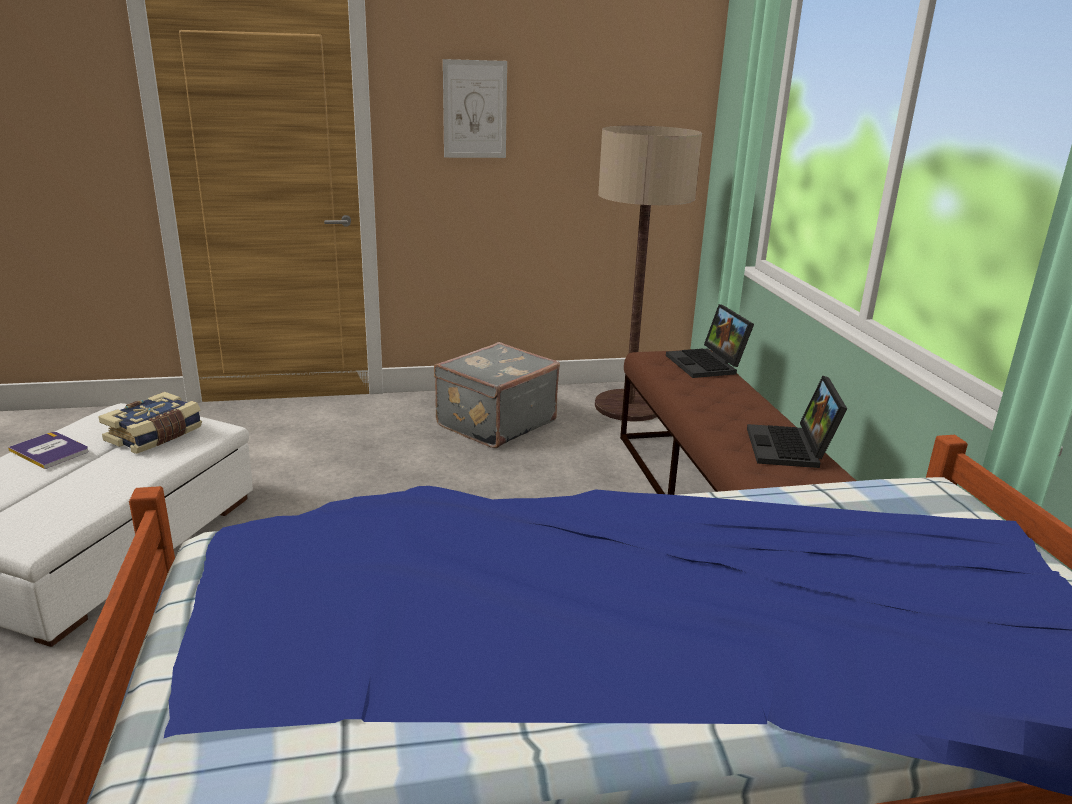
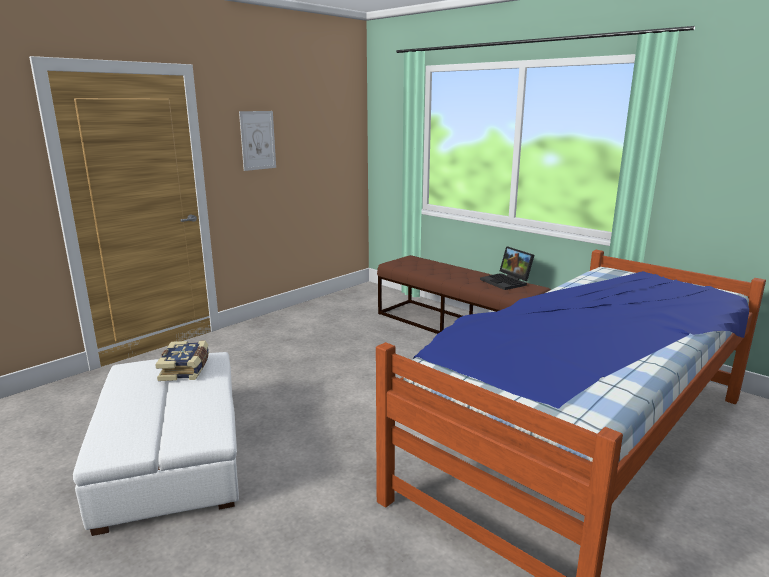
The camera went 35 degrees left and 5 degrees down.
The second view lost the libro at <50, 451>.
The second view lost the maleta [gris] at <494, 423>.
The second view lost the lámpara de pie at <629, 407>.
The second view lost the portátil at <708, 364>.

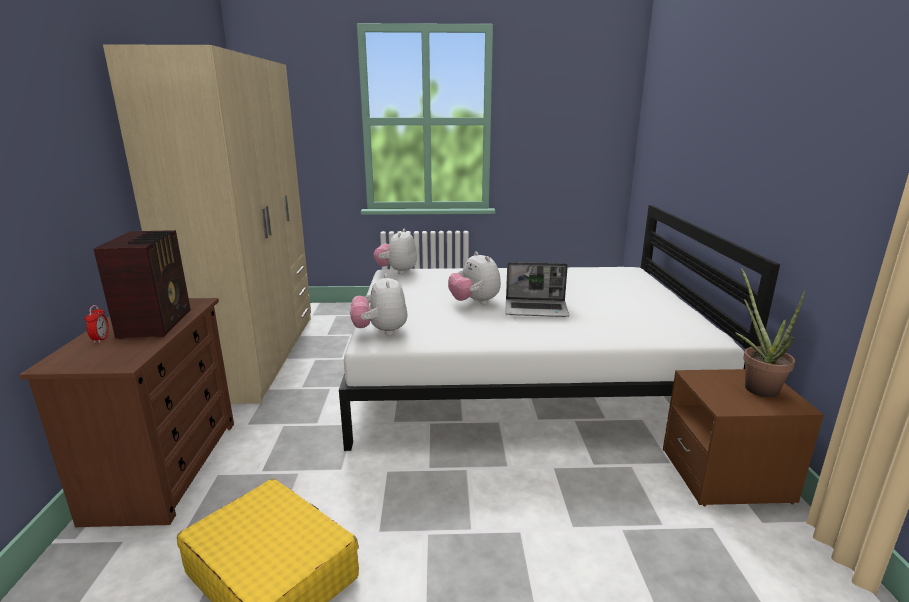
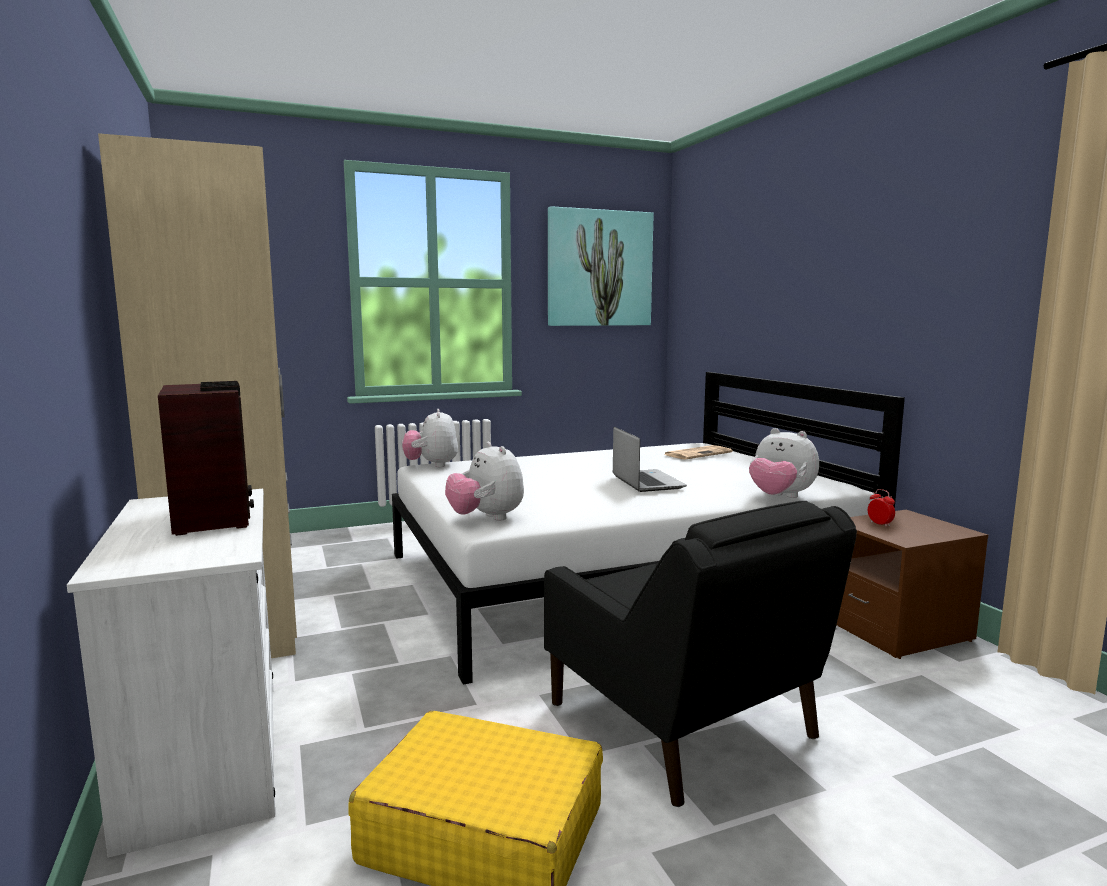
The camera went 20 degrees left and 10 degrees down.
The second view lost the planta en maceta at <755, 386>.
The second view gained the sillón [negro] at <682, 724>.
The second view gained the cuadro at <599, 268>.
The second view gained the periódico at <698, 453>.
The despertador ended up elsewhere, having gone from <101, 339> to <879, 524>.
The peluche ended up elsewhere, having gone from <474, 302> to <780, 497>.
What was the cómoda [marrón] at <166, 467> turned into the cómoda [blanco] at <206, 753>.
The portátil at <537, 309> ended up facing another way, 90 degrees counterclockwise from before.

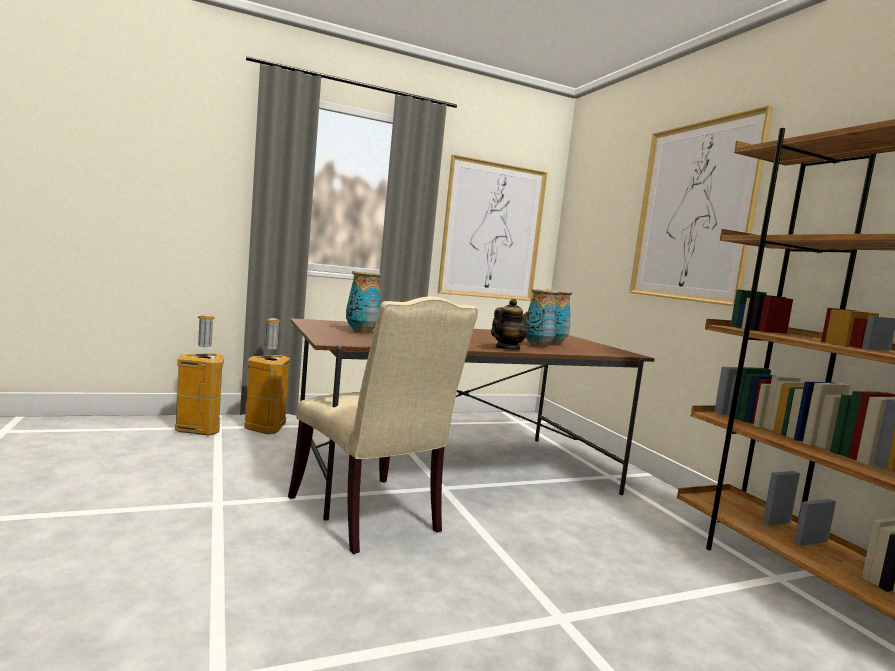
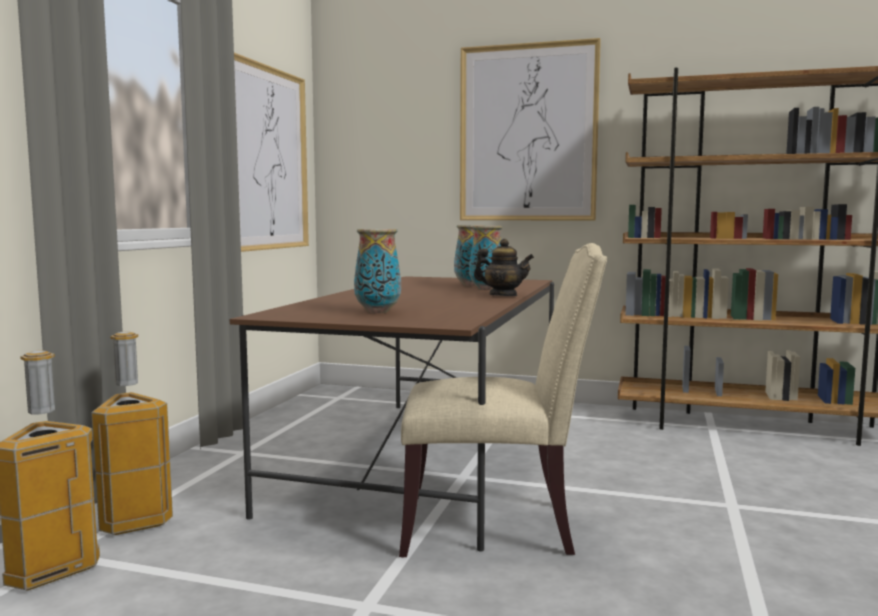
The camera went 50 degrees left and 0 degrees up.
The tetera at <507, 349> ended up facing another way, 120 degrees clockwise from before.

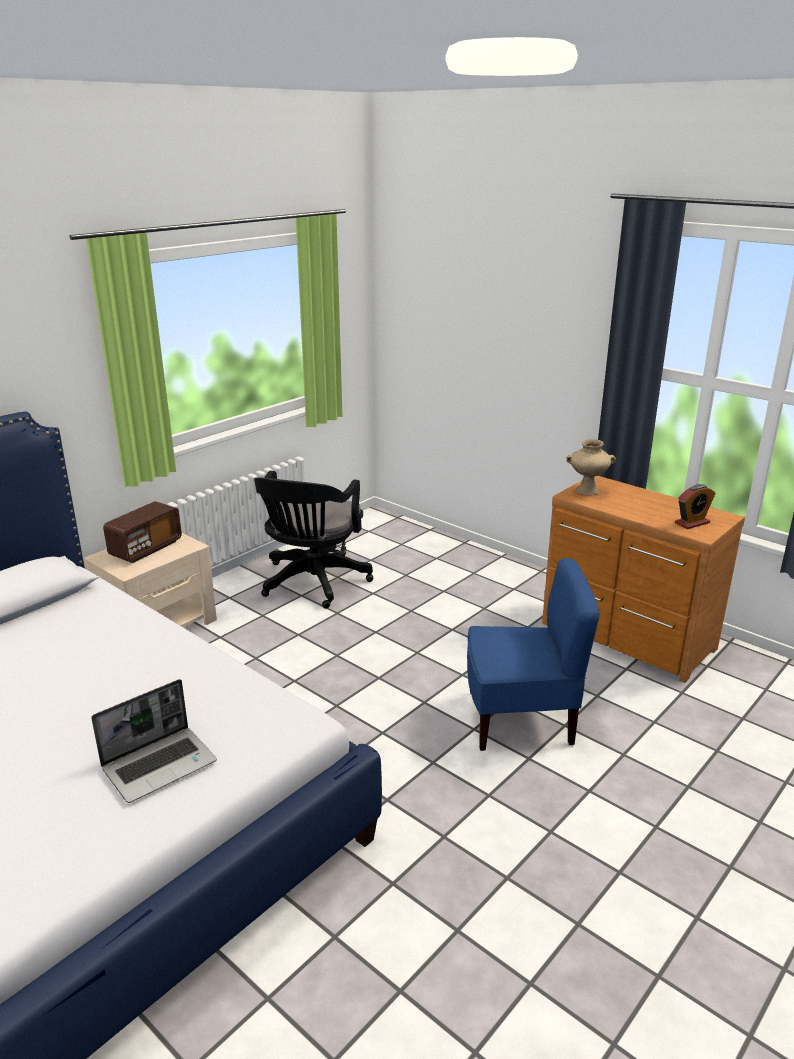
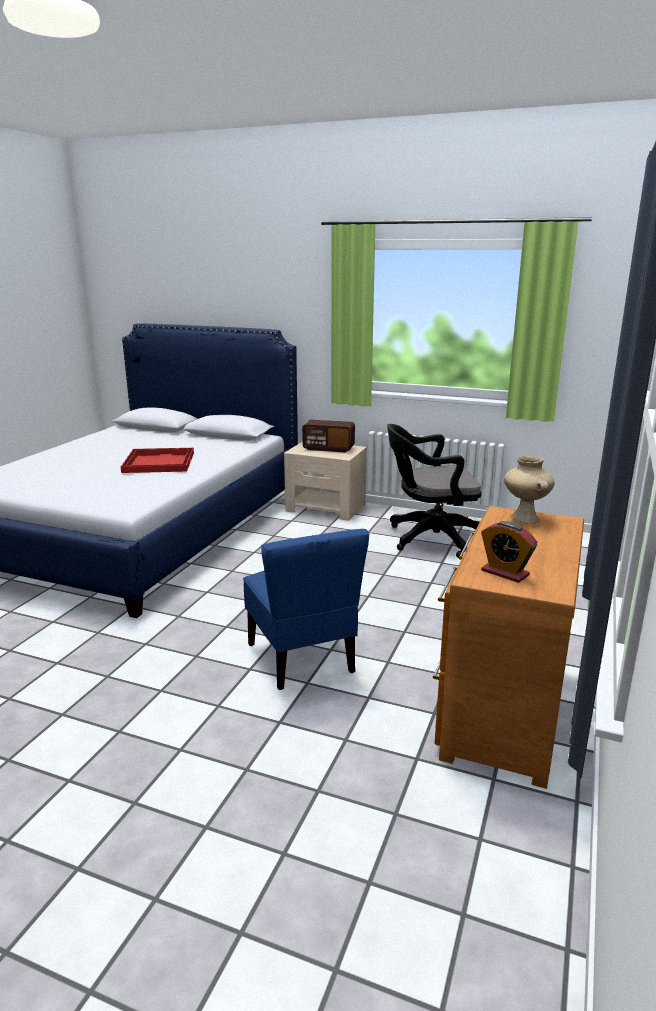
The camera went 70 degrees right and 5 degrees down.
The second view lost the portátil at <160, 764>.
The second view gained the bandeja [rojo] at <158, 462>.

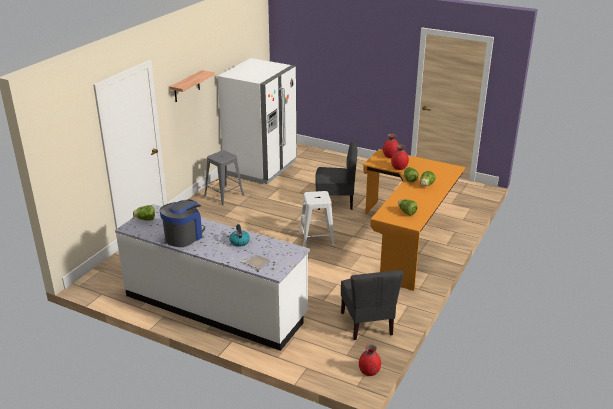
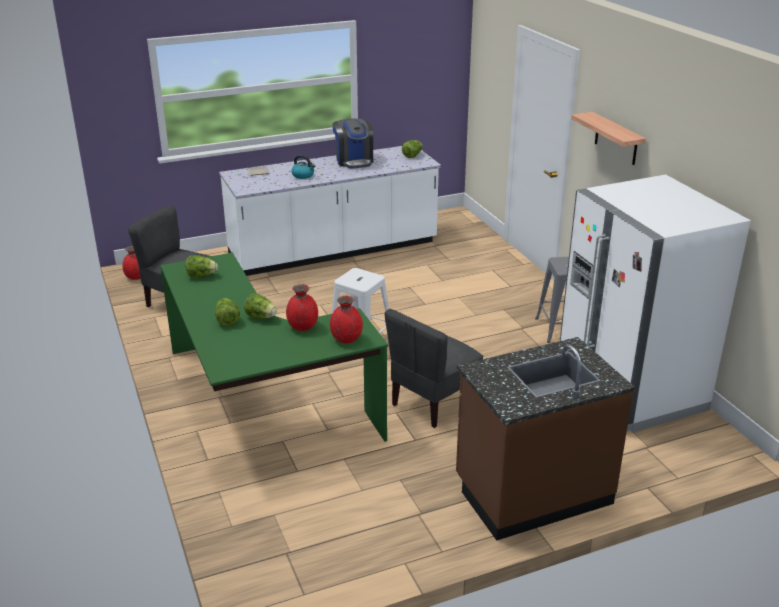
The camera went 130 degrees right and 0 degrees up.
The second view gained the mueble bajo de cocina [marrón] at <532, 492>.
What was the escritorio [naranja] at <408, 239> turned into the escritorio [verde] at <257, 408>.

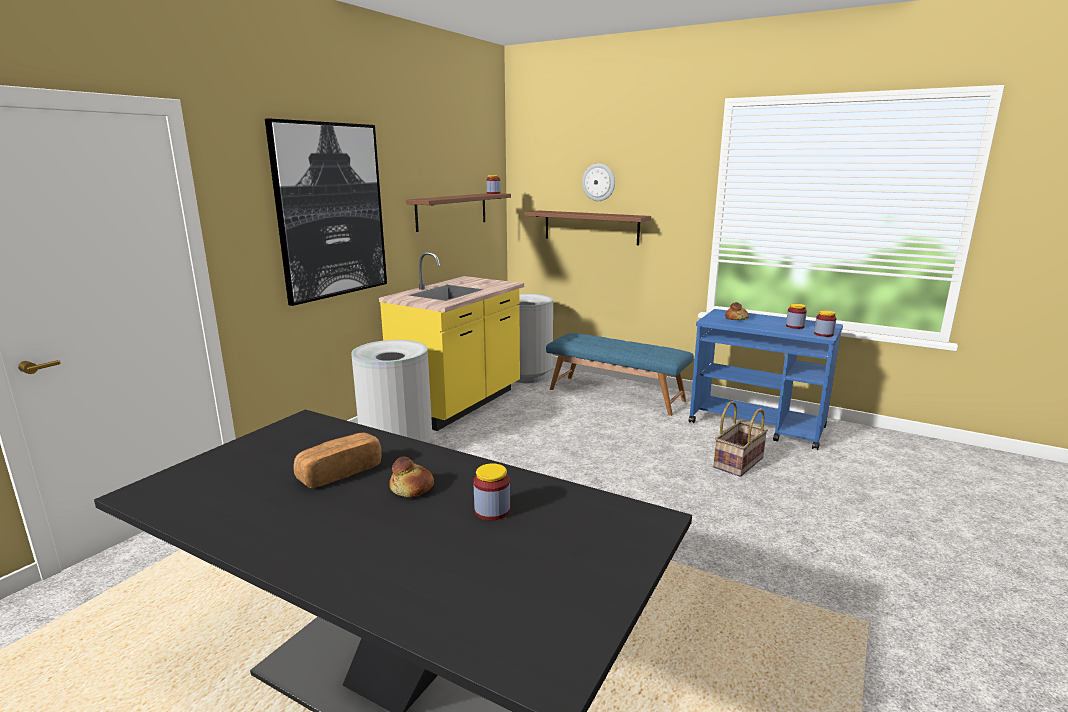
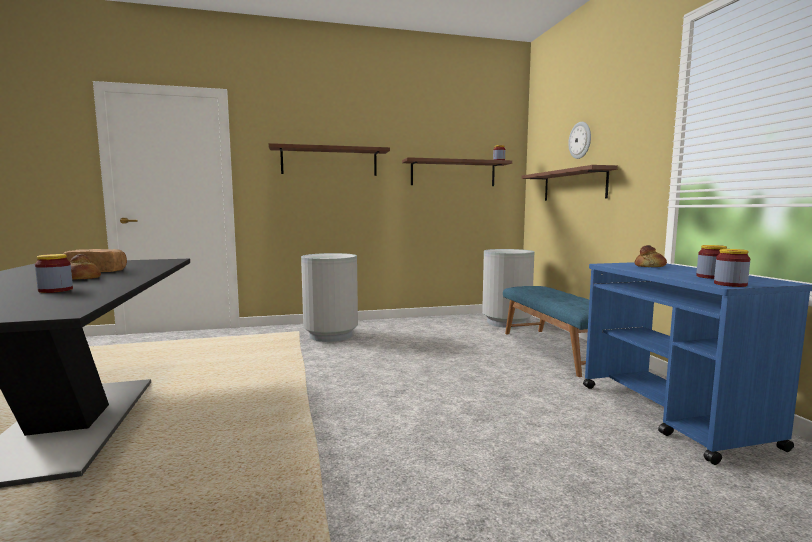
The camera went 45 degrees right and 10 degrees down.
The second view lost the mueble bajo de cocina [amarillo] at <460, 404>.
The second view lost the cesta at <737, 462>.
Where the cuadro hung at <331, 211>, the estante [marrón] came to hang at <329, 161>.

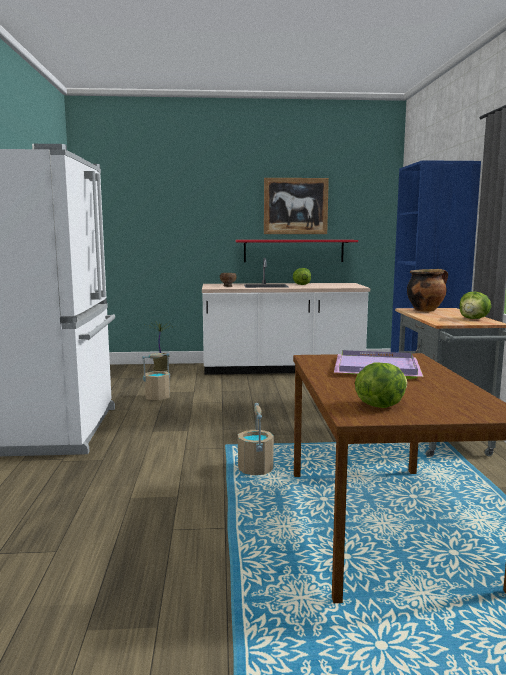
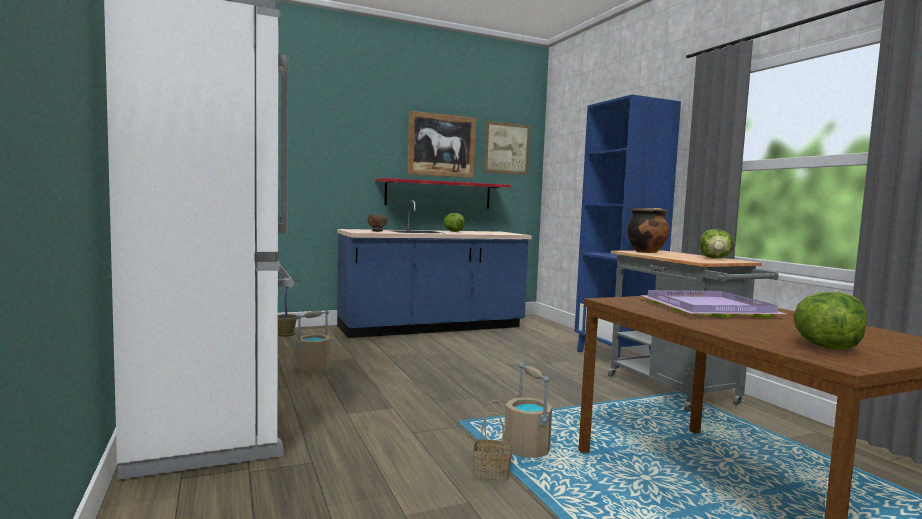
The camera went 20 degrees left and 5 degrees down.
The second view gained the cesta at <493, 472>.
The second view gained the cuadro at <507, 148>.
What was the mueble bajo de cocina [blanco] at <282, 369> turned into the mueble bajo de cocina [azul] at <432, 328>.

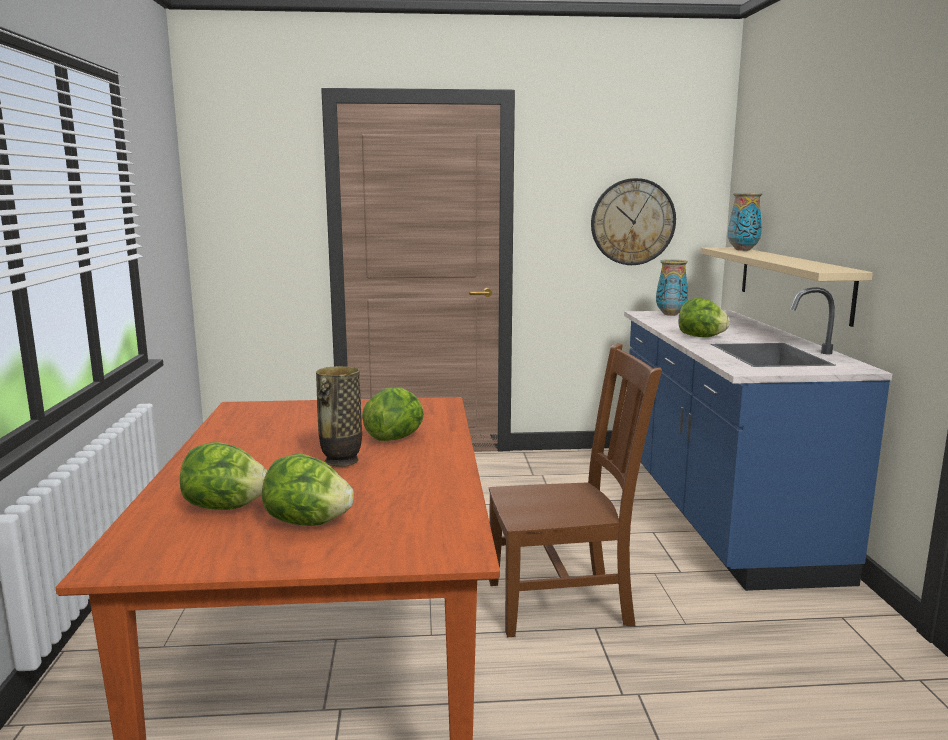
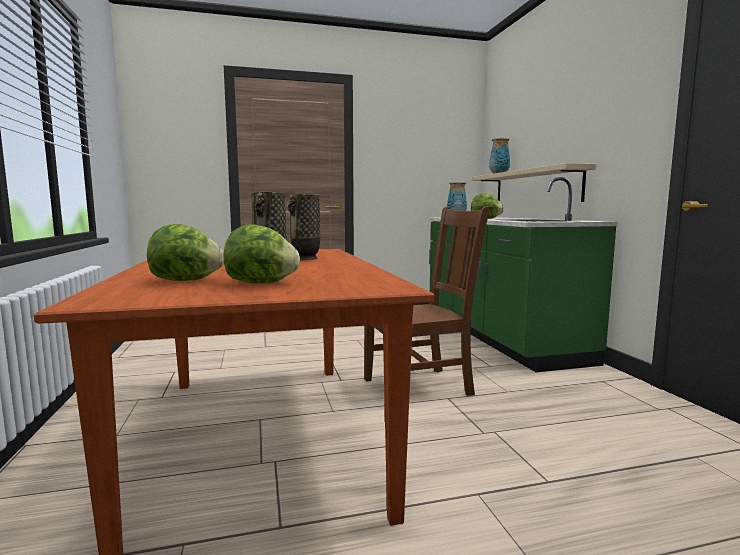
The camera went 10 degrees left and 5 degrees down.
The second view lost the reloj de pared at <632, 222>.
Where the lechuga stood at <396, 438>, the florero came to stand at <305, 259>.
What was the mueble bajo de cocina [azul] at <717, 511> turned into the mueble bajo de cocina [verde] at <498, 336>.

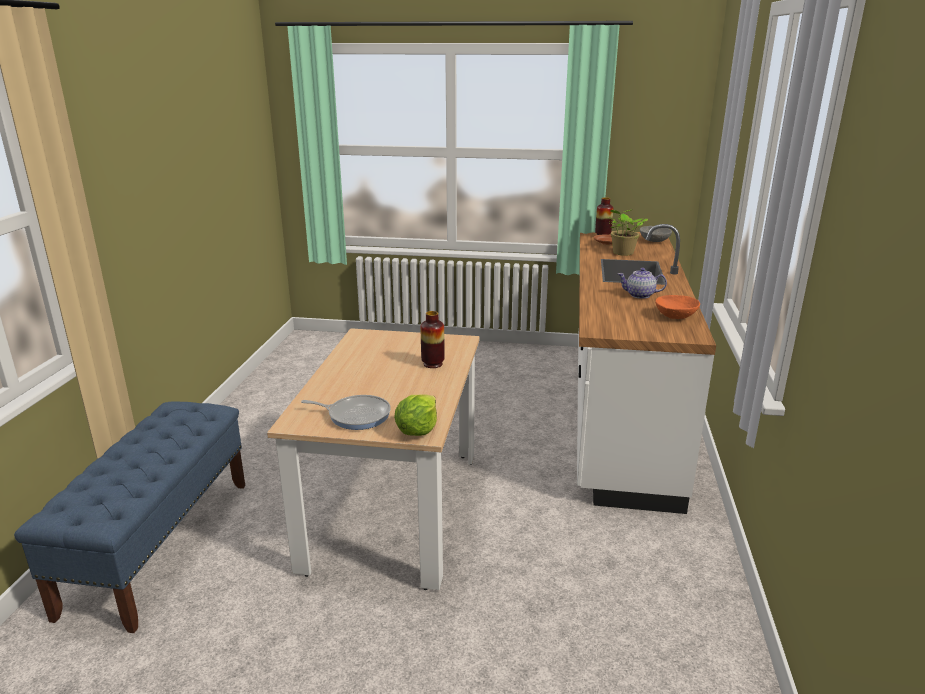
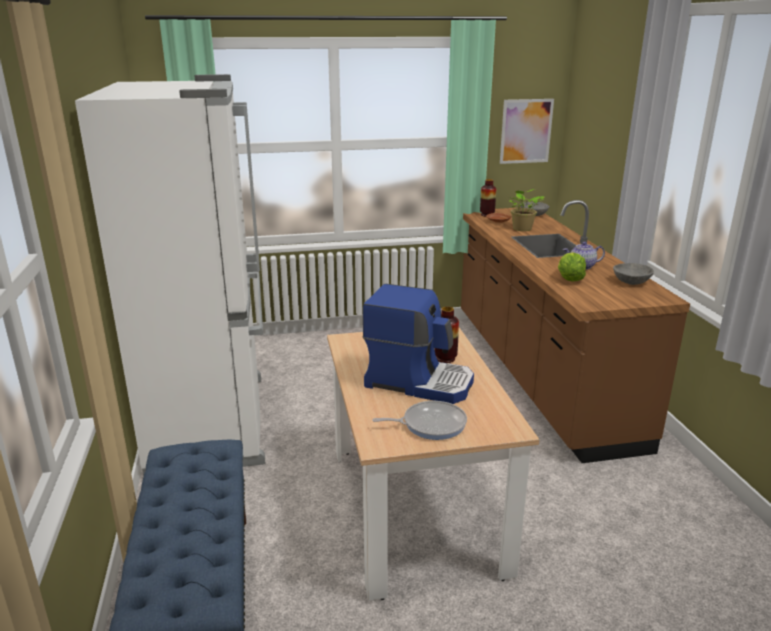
The camera went 20 degrees left and 0 degrees up.
The second view gained the nevera [blanco] at <213, 422>.
The second view gained the cafetera at <419, 381>.
The second view gained the cuadro at <526, 131>.
The lechuga ended up elsewhere, having gone from <417, 430> to <569, 279>.
What was the mueble bajo de cocina [blanco] at <618, 413> turned into the mueble bajo de cocina [marrón] at <538, 375>.
What was the cuenco [naranja] at <676, 316> turned into the cuenco [gris] at <631, 282>.

